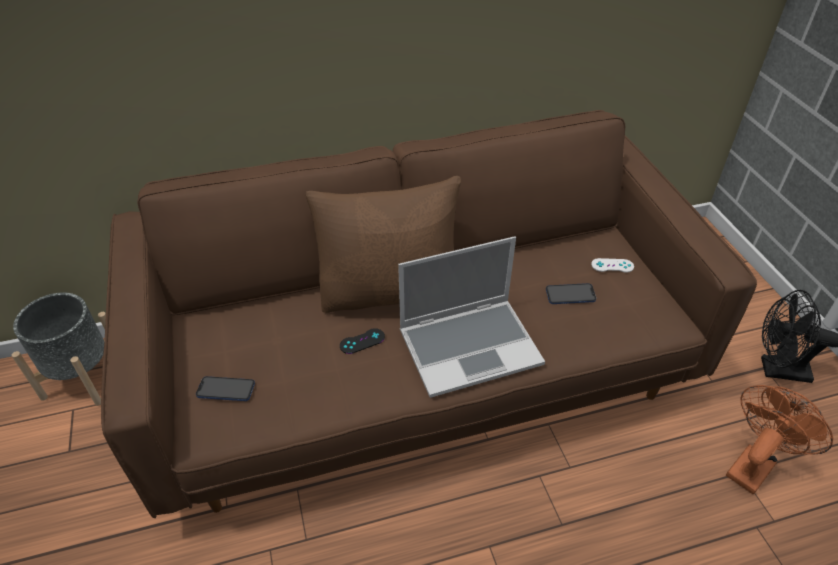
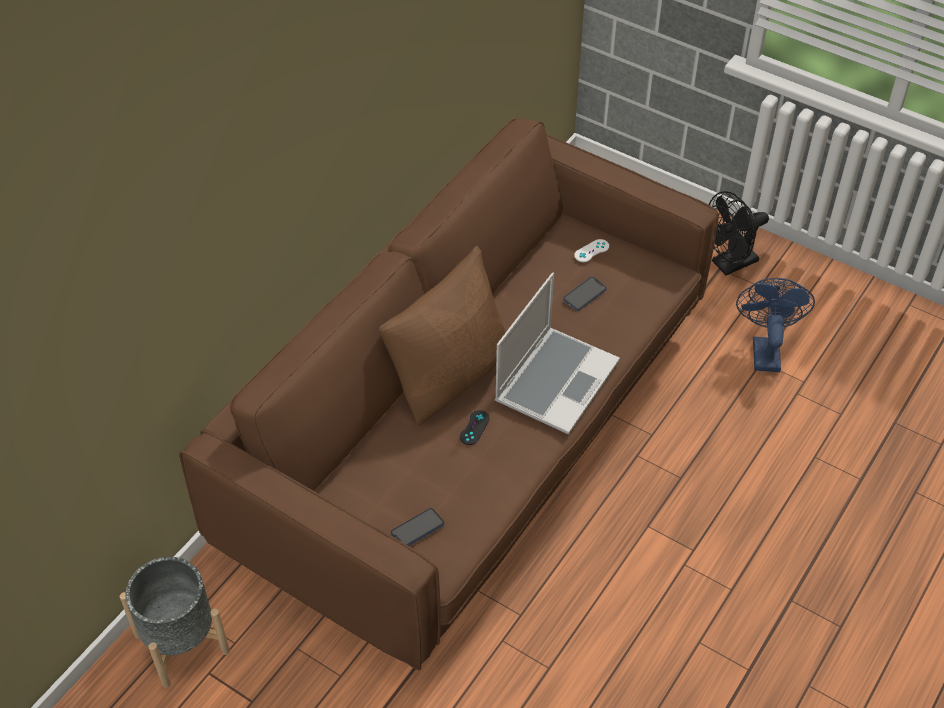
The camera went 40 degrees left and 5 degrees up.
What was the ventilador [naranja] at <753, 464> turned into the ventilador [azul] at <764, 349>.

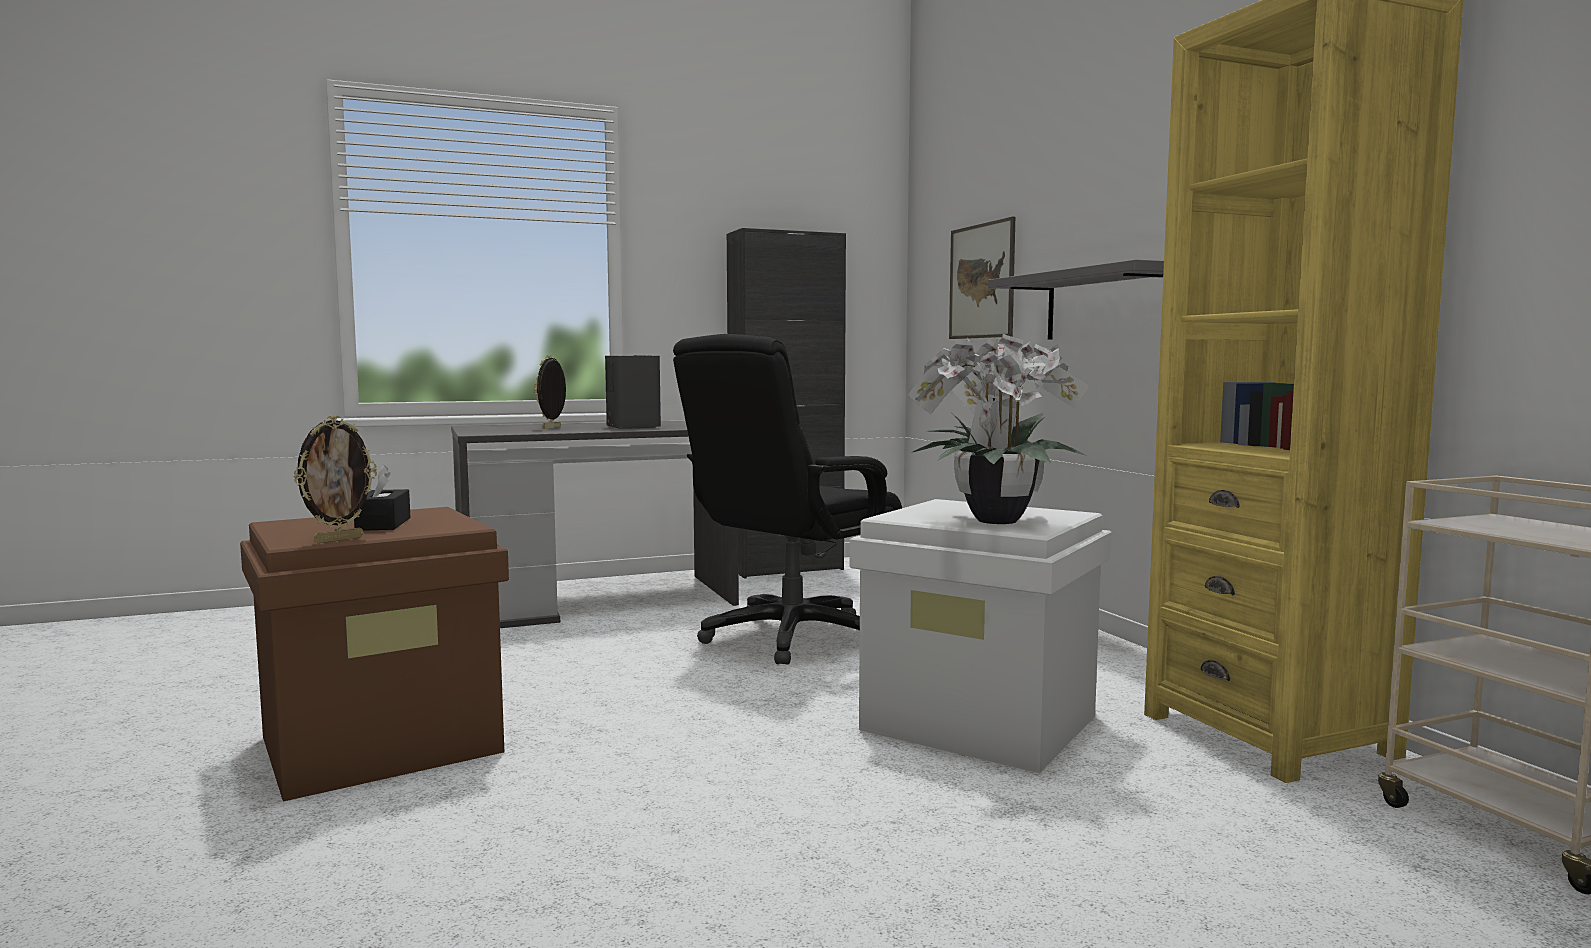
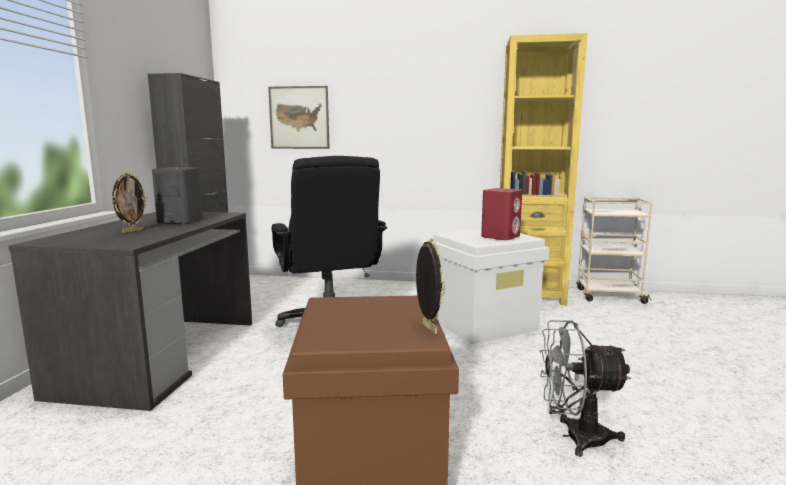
The camera went 60 degrees left and 5 degrees up.
The second view lost the caja de pañuelos [negro] at <383, 524>.
The second view lost the estante [gris] at <1105, 305>.
The second view gained the ventilador [gris] at <575, 437>.
Where the planta en maceta stood at <991, 520>, the altavoz [rojo] came to stand at <500, 236>.
The portarretratos at <552, 428> ended up facing another way, 120 degrees counterclockwise from before.

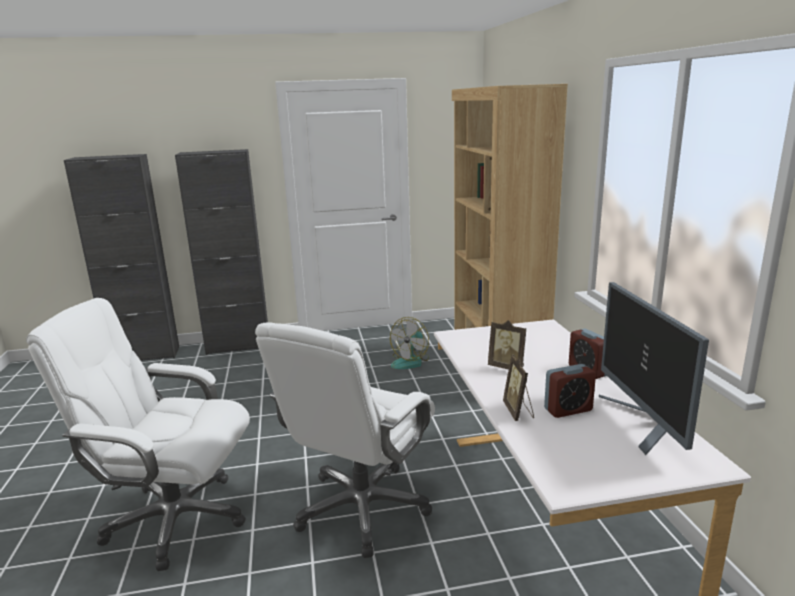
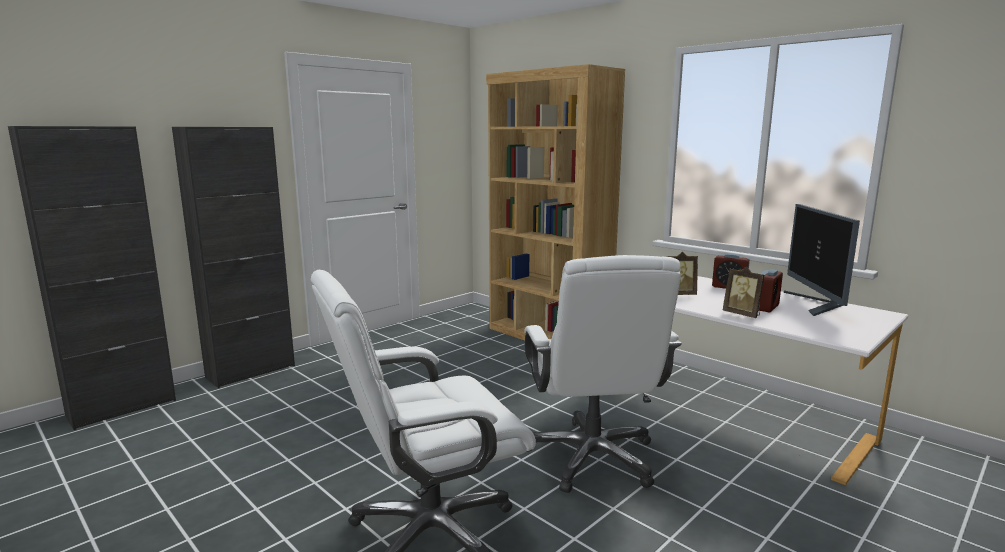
The camera went 35 degrees left and 5 degrees down.
The second view lost the ventilador at <411, 361>.
The monitor at <643, 423> ended up facing another way, 45 degrees clockwise from before.

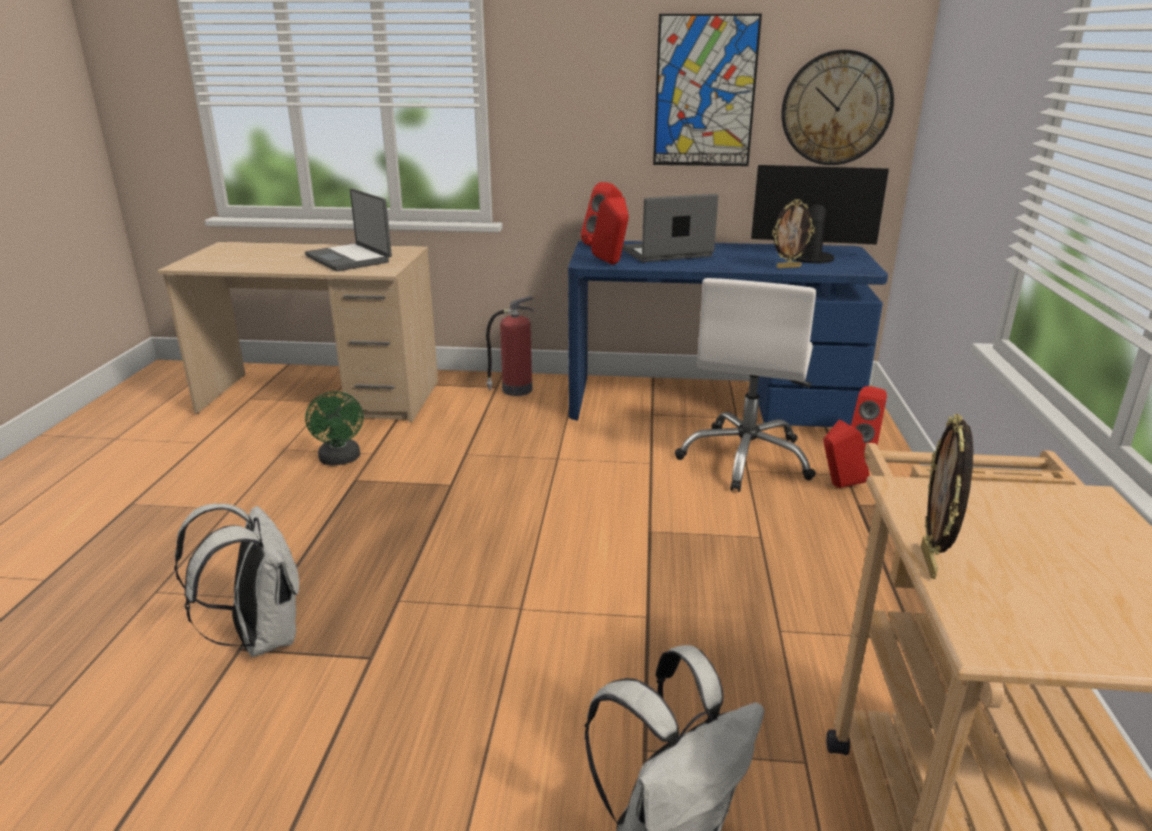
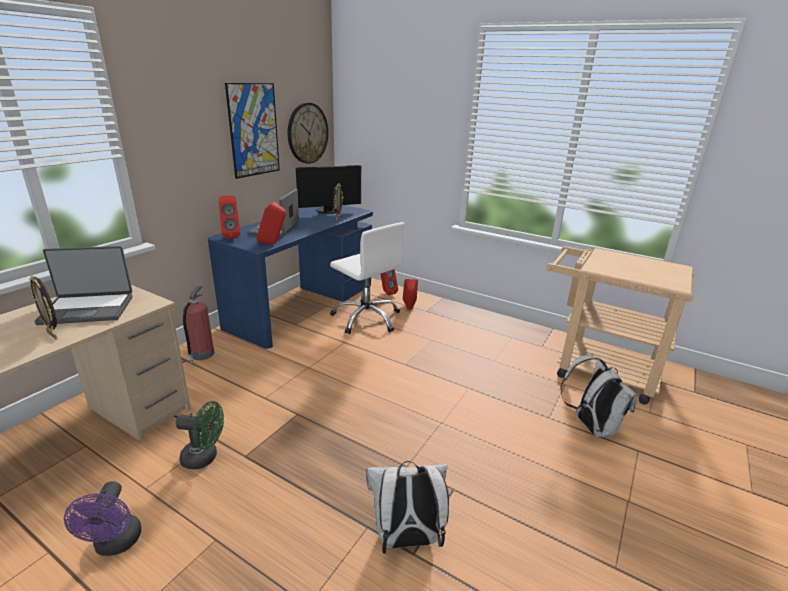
The camera went 65 degrees left and 0 degrees up.
The second view gained the ventilador [morado] at <116, 544>.
The portarretratos ended up elsewhere, having gone from <930, 562> to <53, 335>.
The monitor at <811, 256> ended up facing another way, 150 degrees counterclockwise from before.

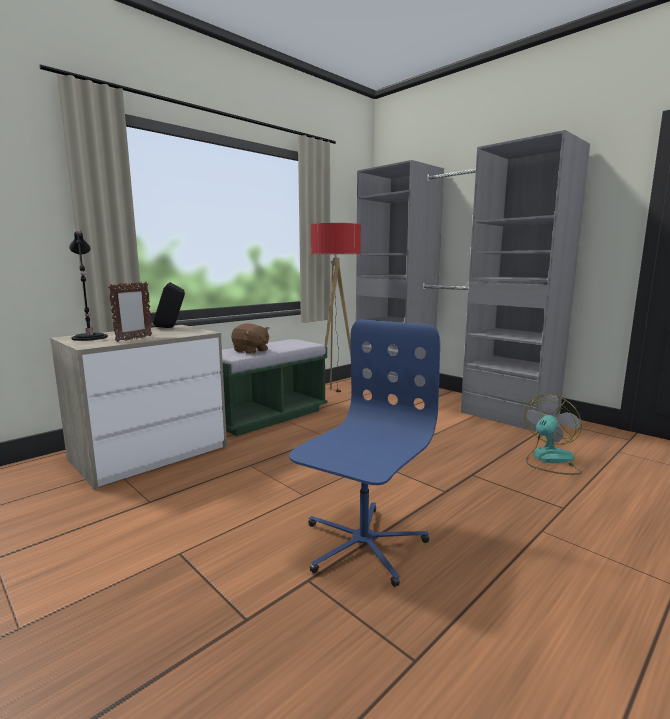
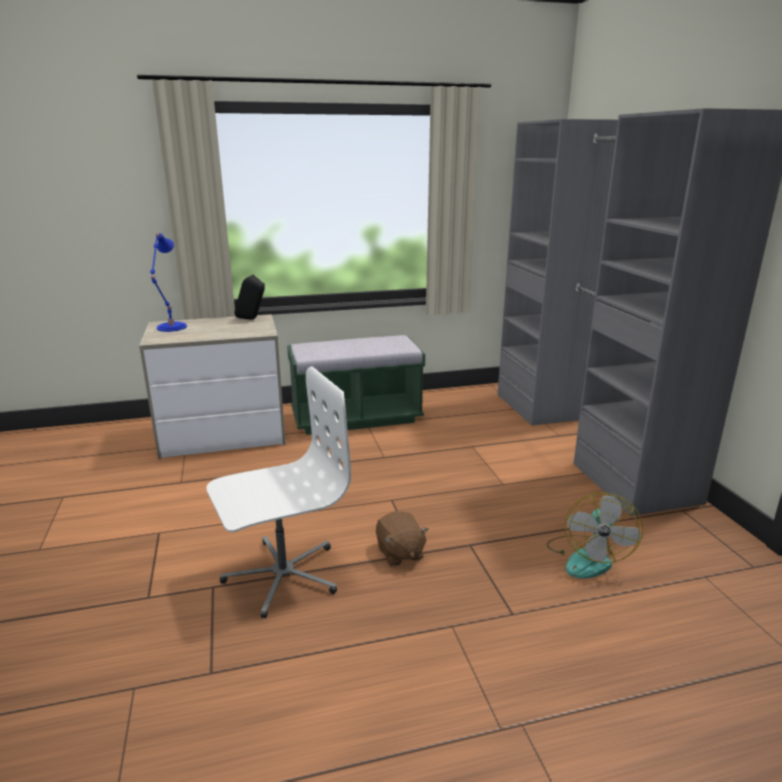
The camera went 30 degrees right and 10 degrees up.
The second view lost the portarretratos at <134, 339>.
The second view lost the lámpara de pie at <335, 395>.
The peluche [marrón] ended up elsewhere, having gone from <251, 351> to <399, 553>.
What was the lámpara de mesa [negro] at <89, 338> turned into the lámpara de mesa [azul] at <170, 328>.
What was the silla de oficina [azul] at <362, 544> turned into the silla de oficina [blanco] at <282, 575>.
The ventilador at <549, 460> ended up facing another way, 120 degrees clockwise from before.

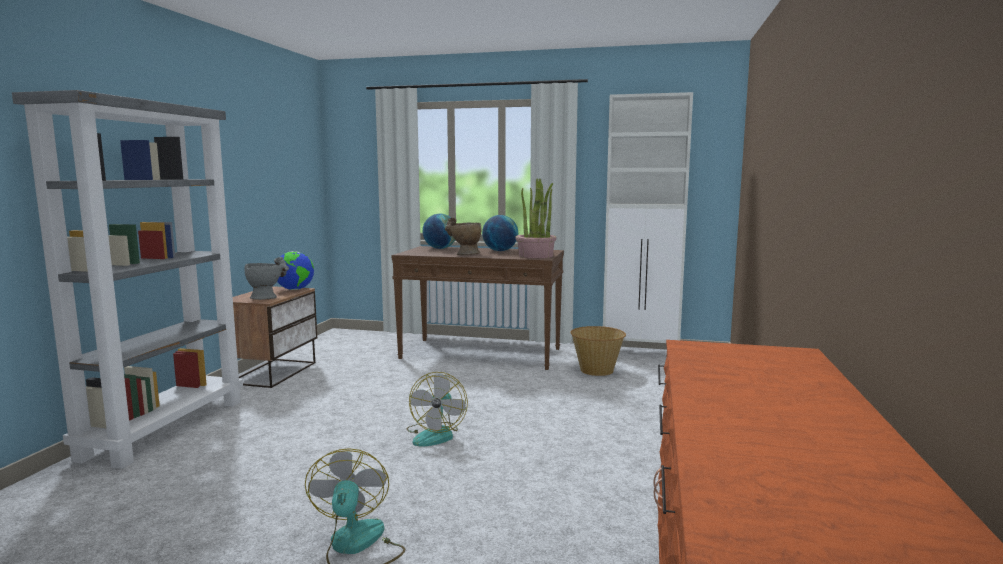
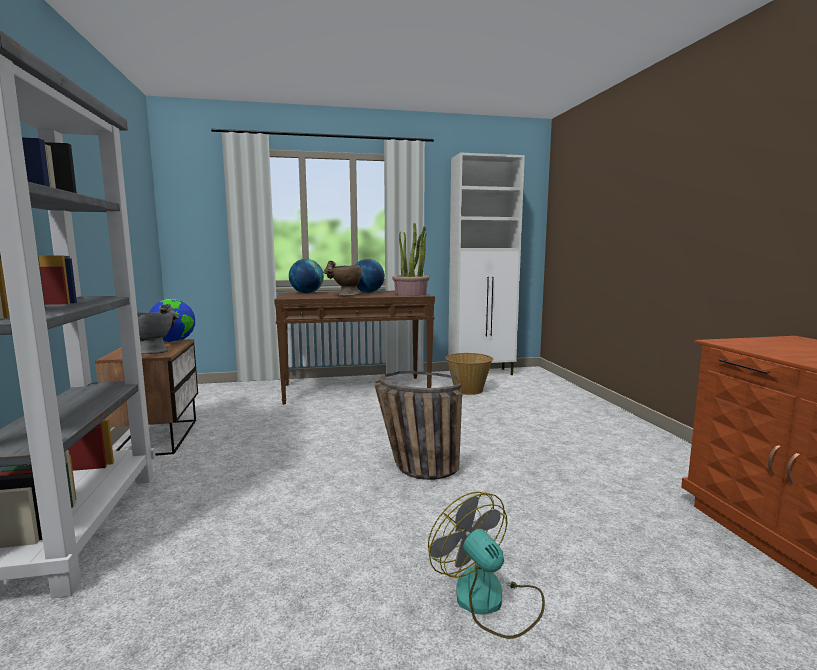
The camera went 25 degrees left and 0 degrees up.
Where the ventilador stood at <436, 434>, the cesta came to stand at <412, 467>.

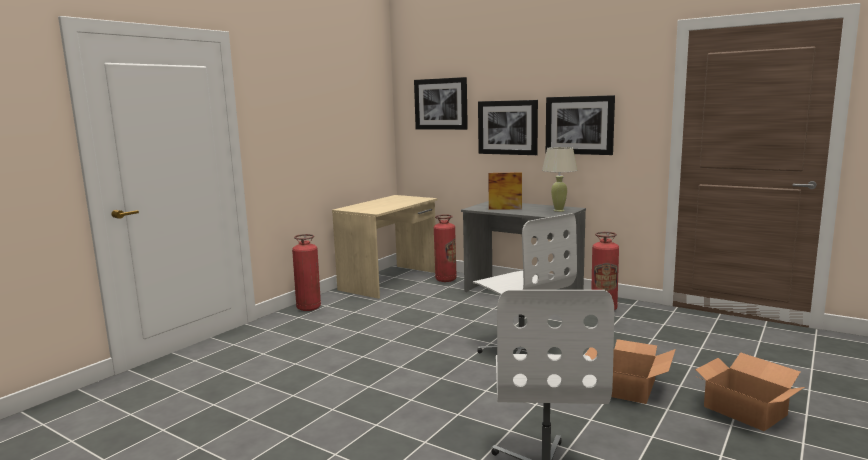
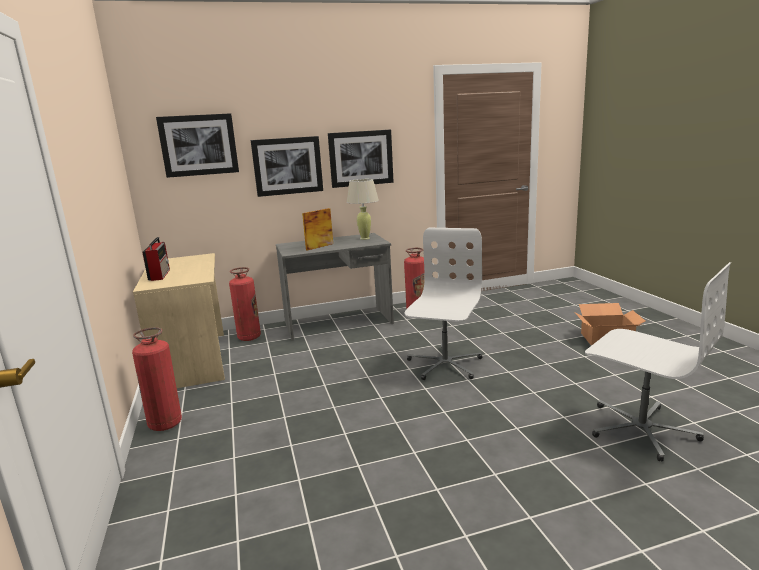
The camera went 50 degrees left and 5 degrees up.
The second view lost the caja de cartón at <629, 387>.
The second view gained the radio at <160, 274>.
The silla de oficina [blanco] at <521, 352> ended up facing another way, 75 degrees counterclockwise from before.

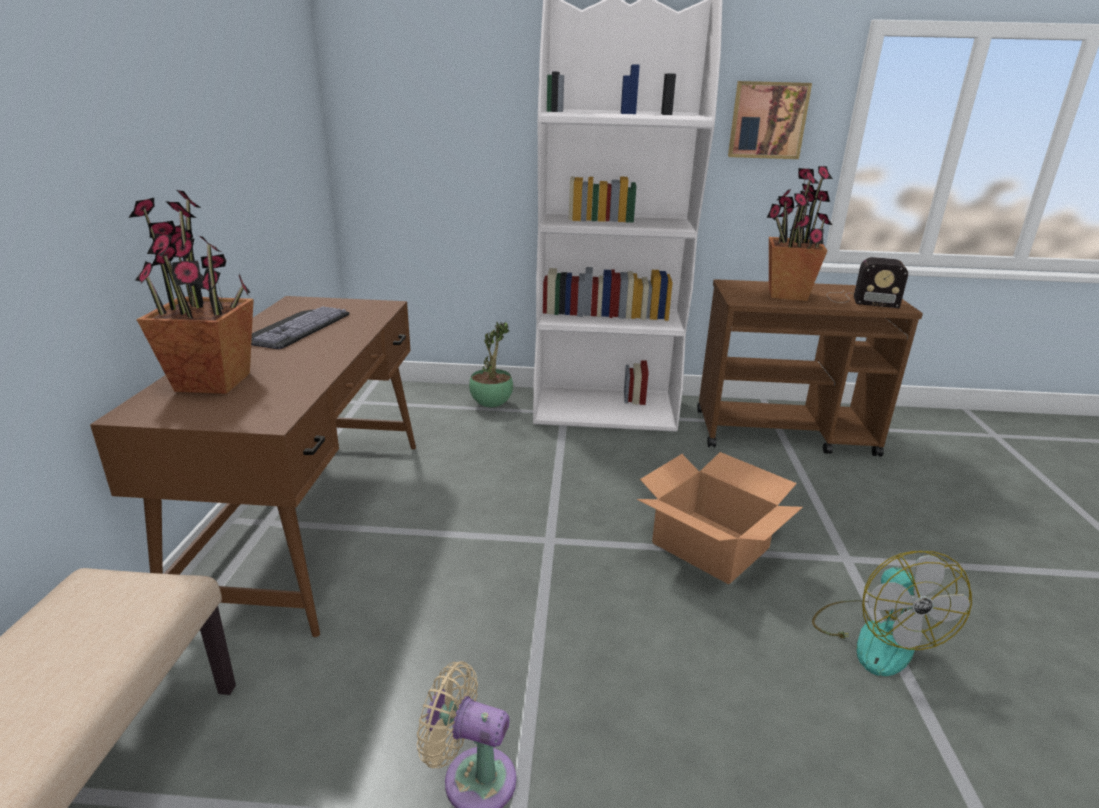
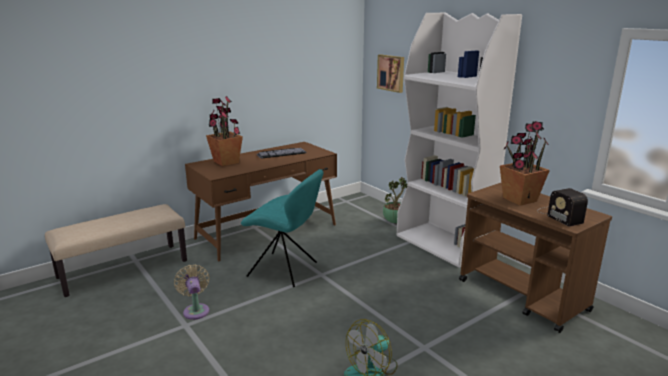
The camera went 50 degrees right and 5 degrees down.
The second view lost the caja de cartón at <710, 545>.
The second view gained the silla [turquesa] at <285, 270>.
The cuadro ended up elsewhere, having gone from <767, 120> to <391, 73>.

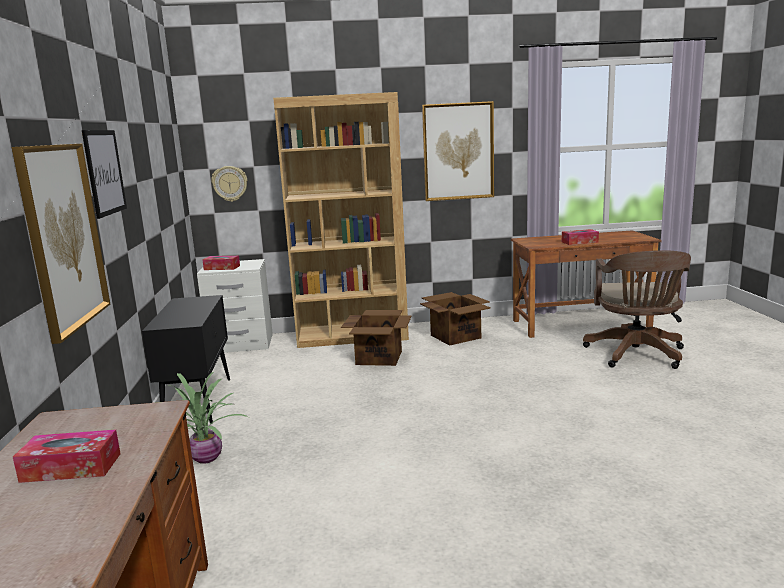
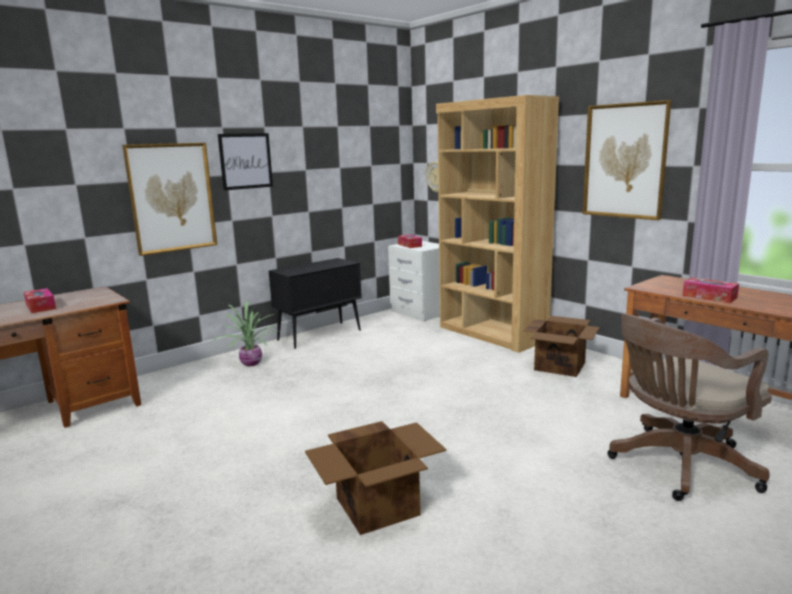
The camera went 55 degrees right and 0 degrees up.
The caja de cartón ended up elsewhere, having gone from <379, 357> to <378, 506>.

